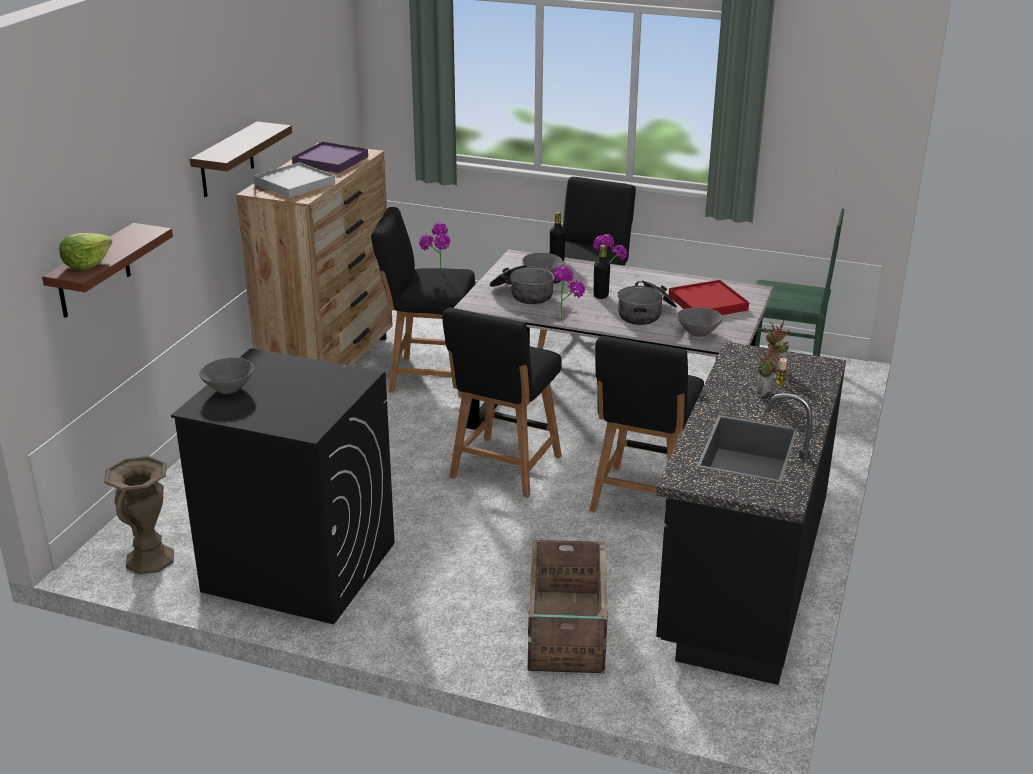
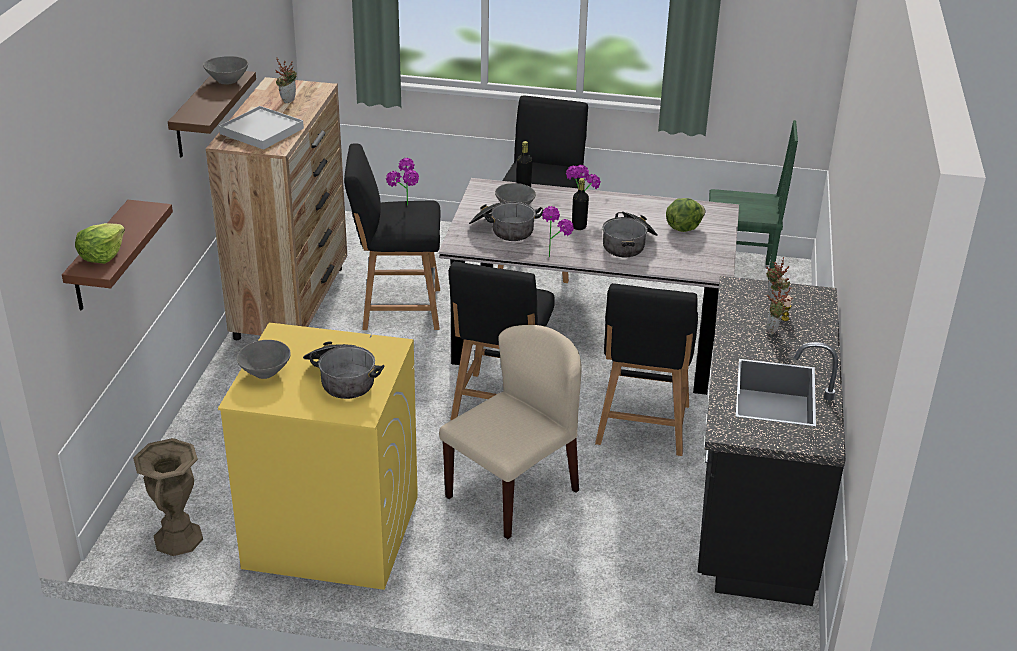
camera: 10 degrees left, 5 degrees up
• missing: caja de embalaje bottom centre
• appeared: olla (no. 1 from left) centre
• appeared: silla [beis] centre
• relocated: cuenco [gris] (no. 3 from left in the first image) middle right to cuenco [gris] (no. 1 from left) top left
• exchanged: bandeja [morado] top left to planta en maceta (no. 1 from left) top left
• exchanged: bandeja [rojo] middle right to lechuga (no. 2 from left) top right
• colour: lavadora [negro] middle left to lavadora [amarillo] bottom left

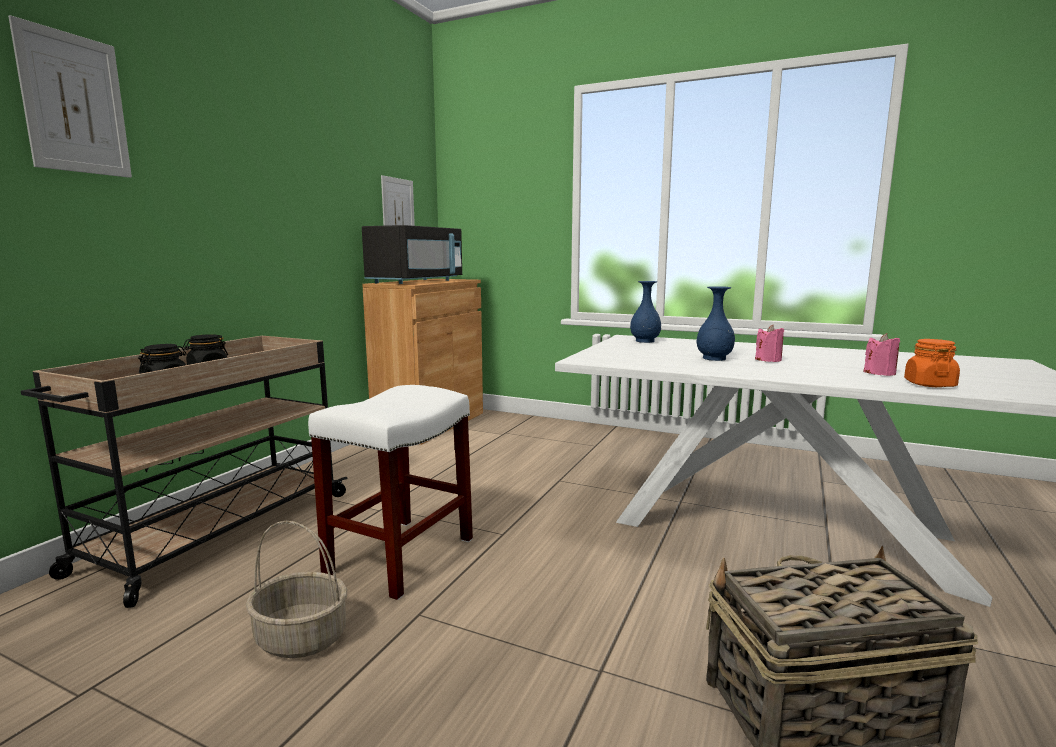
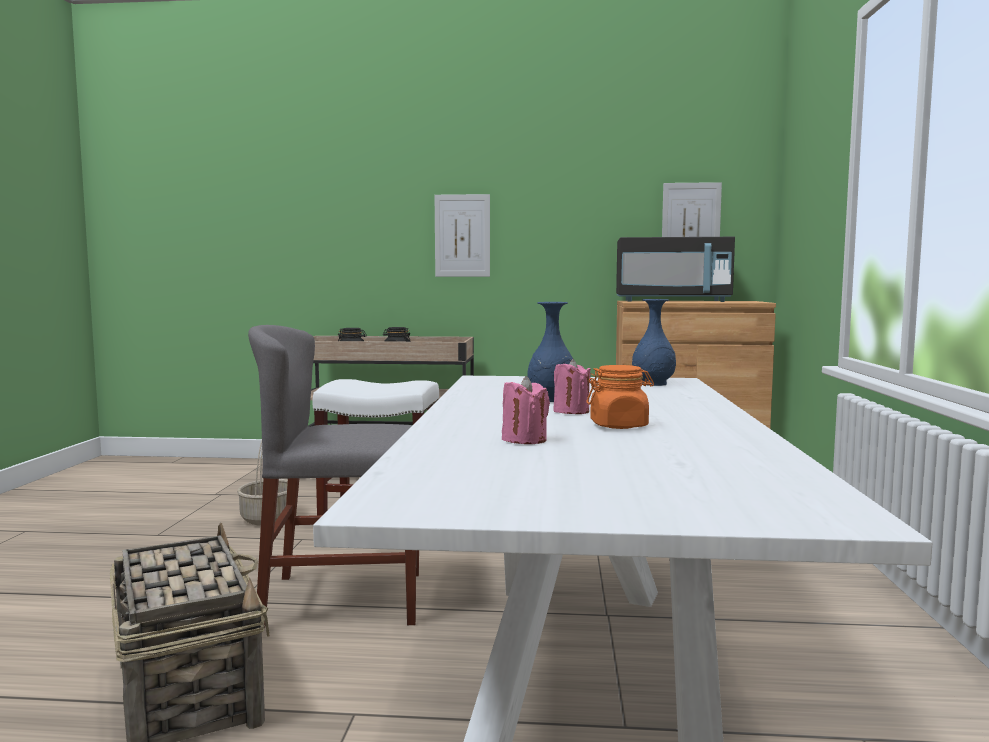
camera: 70 degrees right, 5 degrees down
• appeared: silla [gris] centre
• relocated: cuadro (no. 1 from left) top left to top centre
• relocated: tarro [naranja] middle right to centre

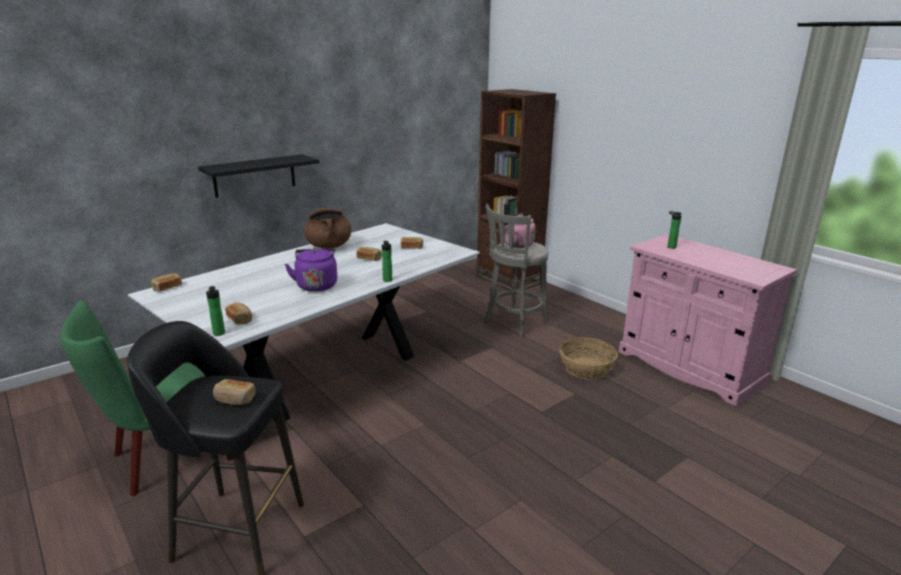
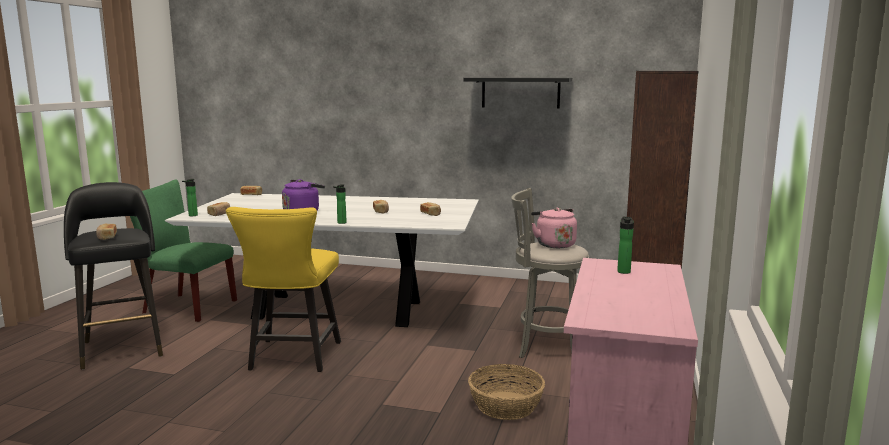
camera: 55 degrees right, 10 degrees down
• missing: olla [marrón] centre
• appeared: silla [amarillo] middle left
• relocated: estante [negro] top left to top centre

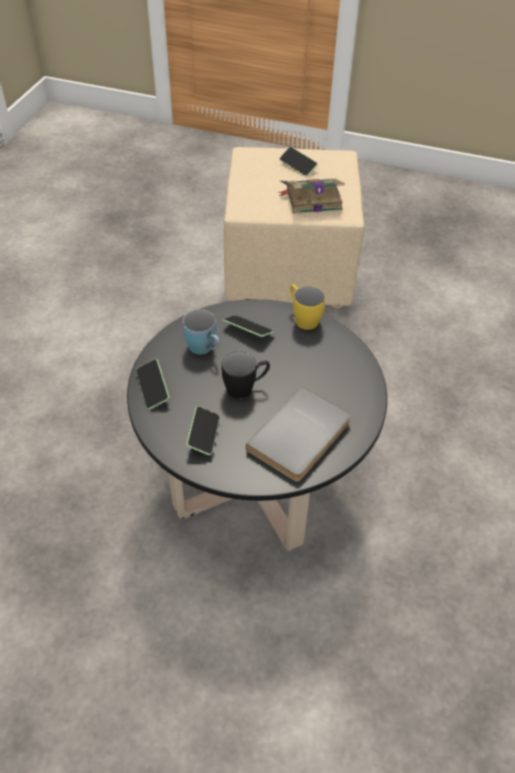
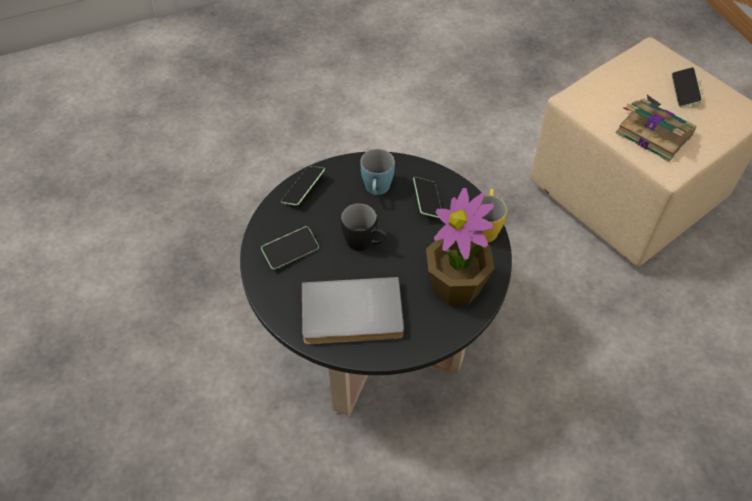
camera: 50 degrees right, 5 degrees up
• appeared: planta en maceta centre

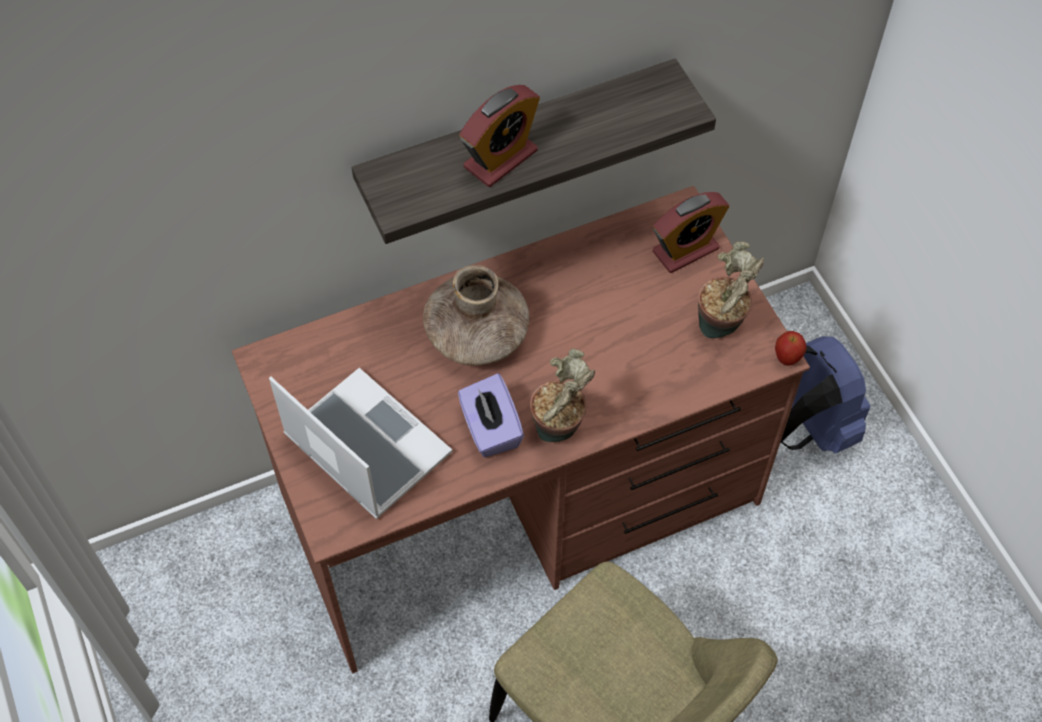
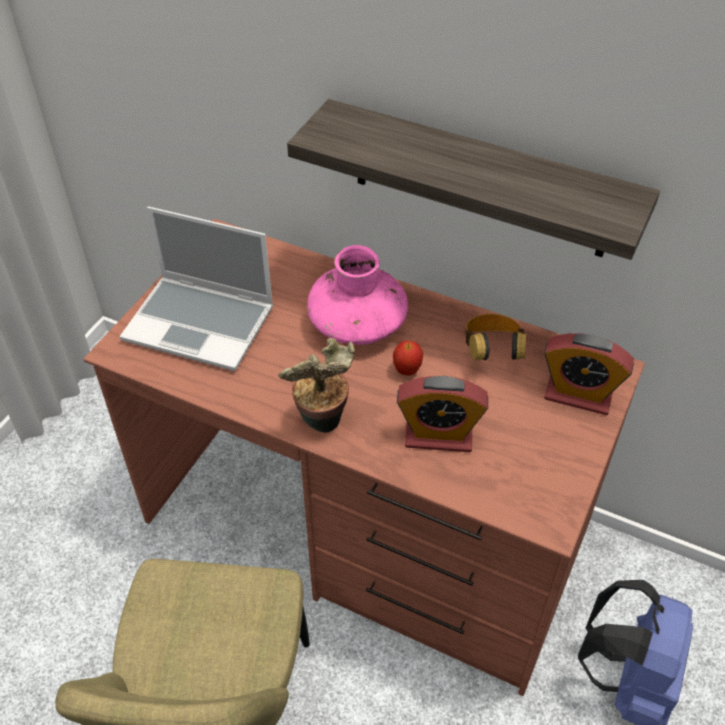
camera: 50 degrees right, 10 degrees down
• missing: caja de pañuelos [morado] centre
• missing: planta en maceta (no. 2 from left) middle right
• appeared: auriculares middle right
• relocated: despertador (no. 1 from left) top centre to centre
• relocated: manzana middle right to centre
• colour: florero [marrón] centre to florero [rosa] centre
• spun: portátil centre = middle left 105 degrees clockwise

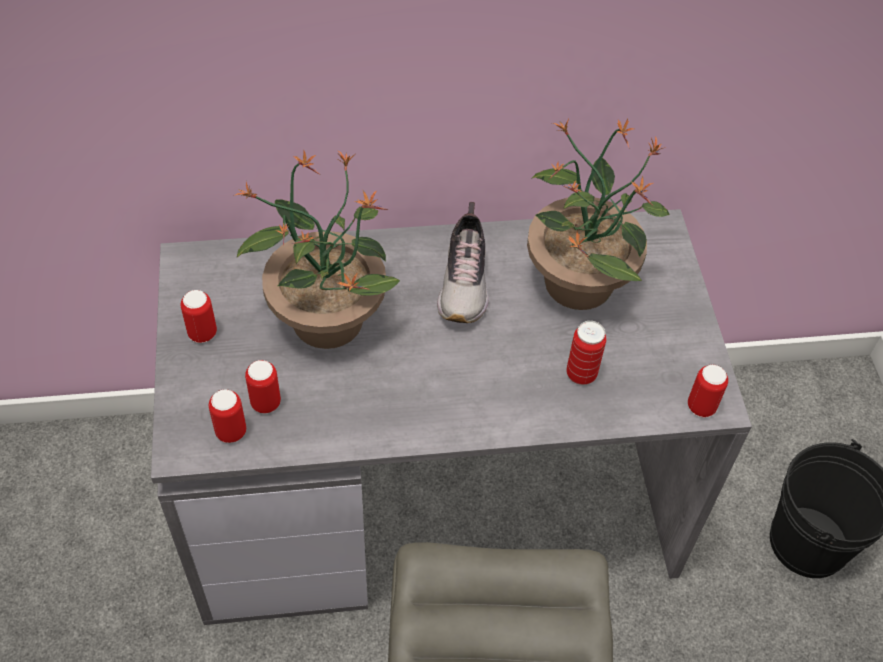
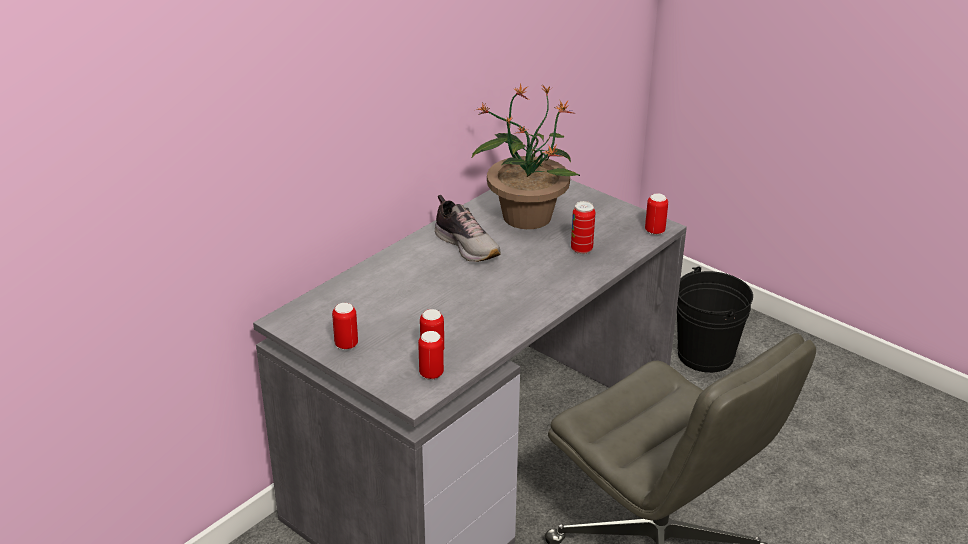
camera: 40 degrees left, 20 degrees down
• missing: planta en maceta (no. 1 from left) centre

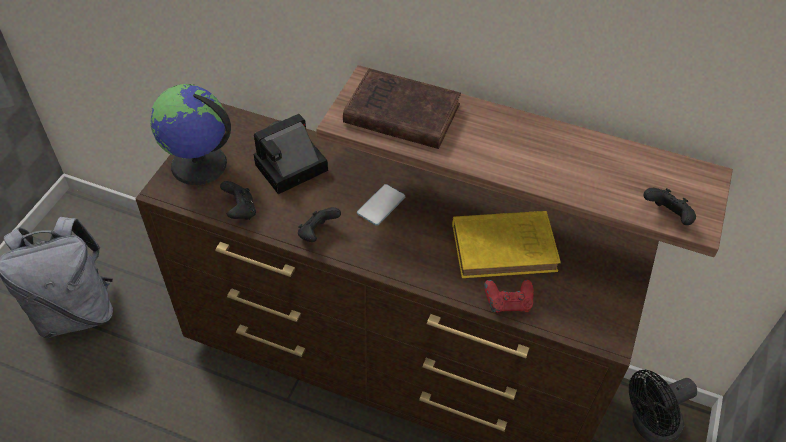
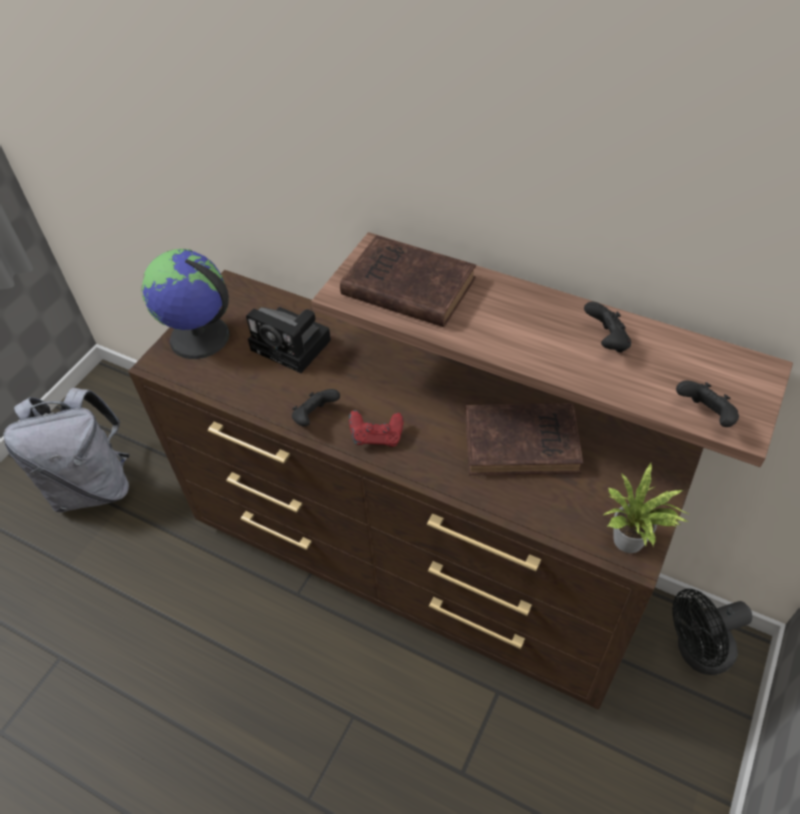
camera: 10 degrees right, 0 degrees up
• missing: móvil centre
• appeared: planta en maceta middle right
• relocated: mando de consola [negro] (no. 1 from left in the first image) middle left to mando de consola [negro] (no. 2 from left) middle right
• relocated: mando de consola [rojo] bottom centre to centre
• colour: libro [amarillo] centre to libro [marrón] (no. 2 from left) centre
• spun: cámara centre = centre 120 degrees counterclockwise

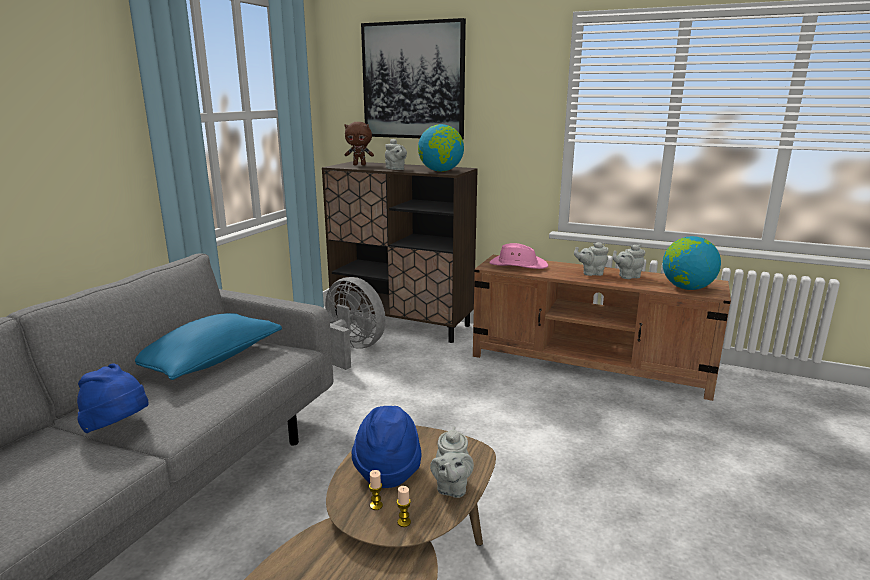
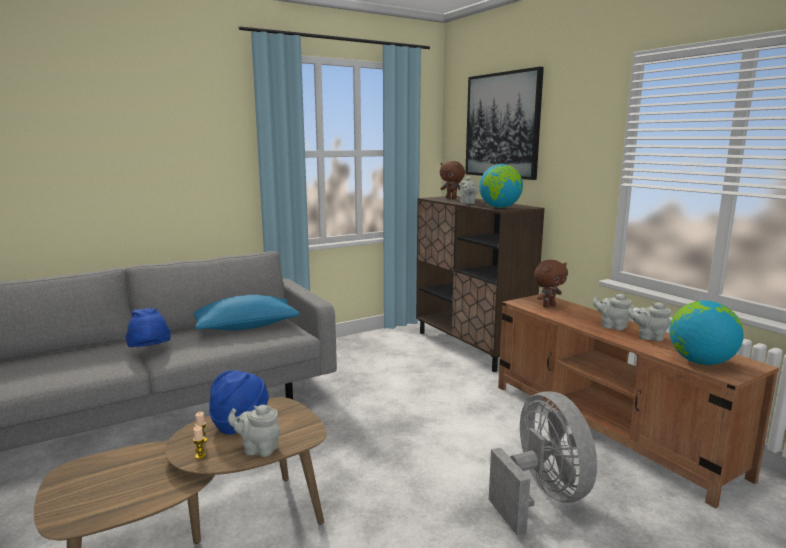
camera: 35 degrees right, 5 degrees down
• relocated: ventilador [gris] centre to bottom right
• exchanged: sombrero [rosa] centre to peluche [marrón] (no. 2 from left) middle right
• spun: tetera [gris] (no. 2 from left in the first image) bottom centre = bottom left 60 degrees clockwise

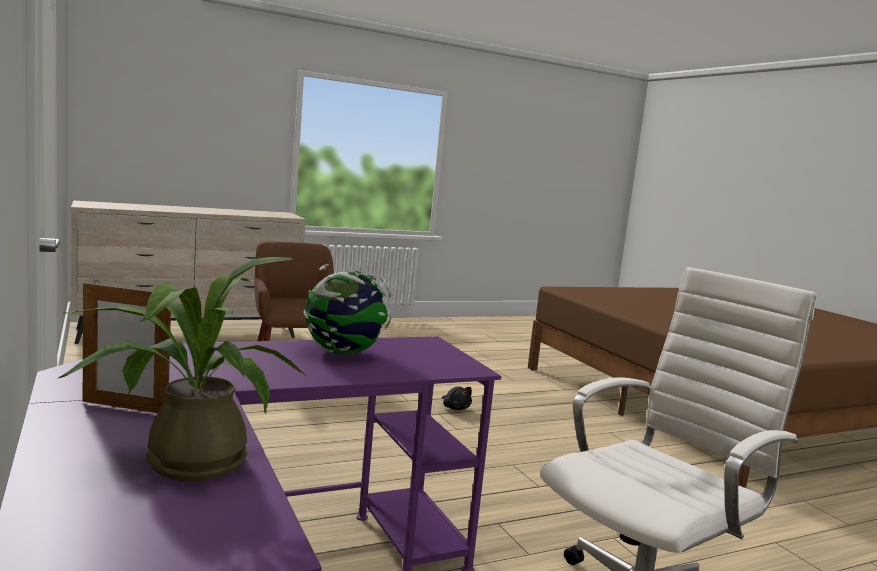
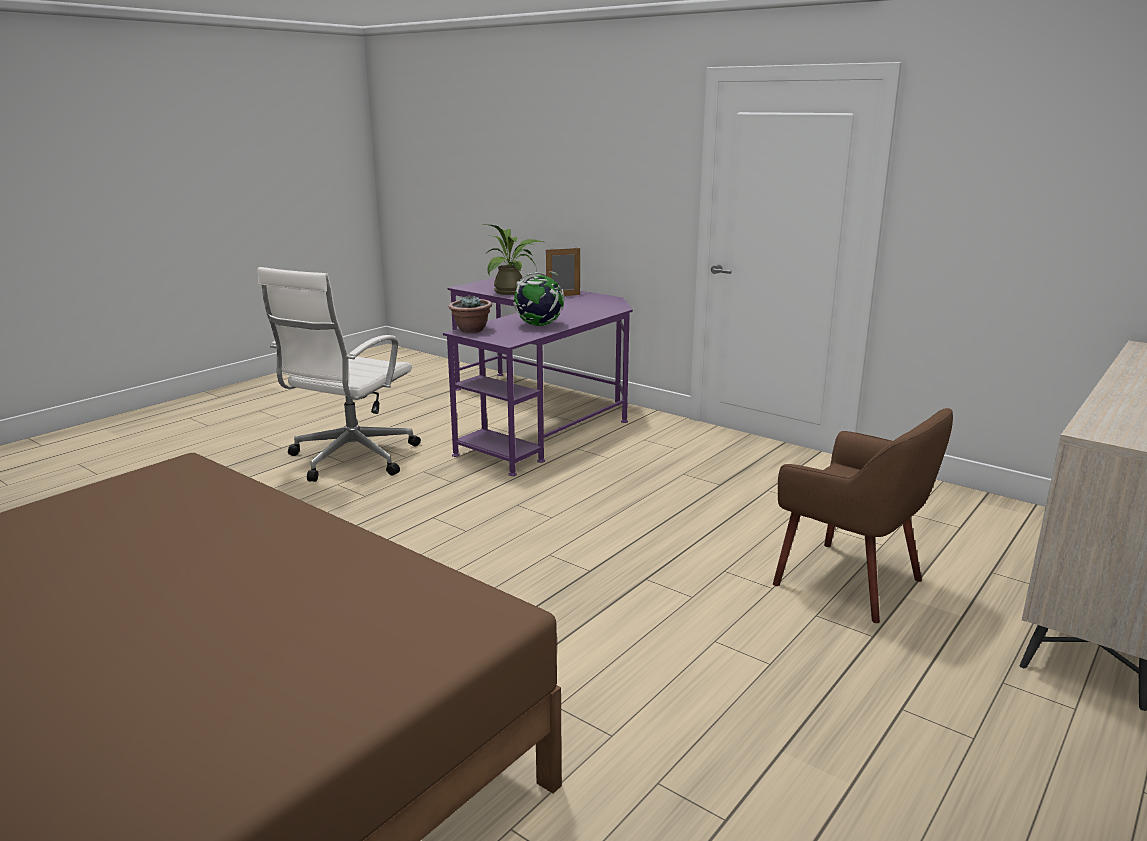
camera: 155 degrees right, 10 degrees up
• missing: peluche [negro] bottom centre
• appeared: planta en maceta (no. 1 from left) centre

